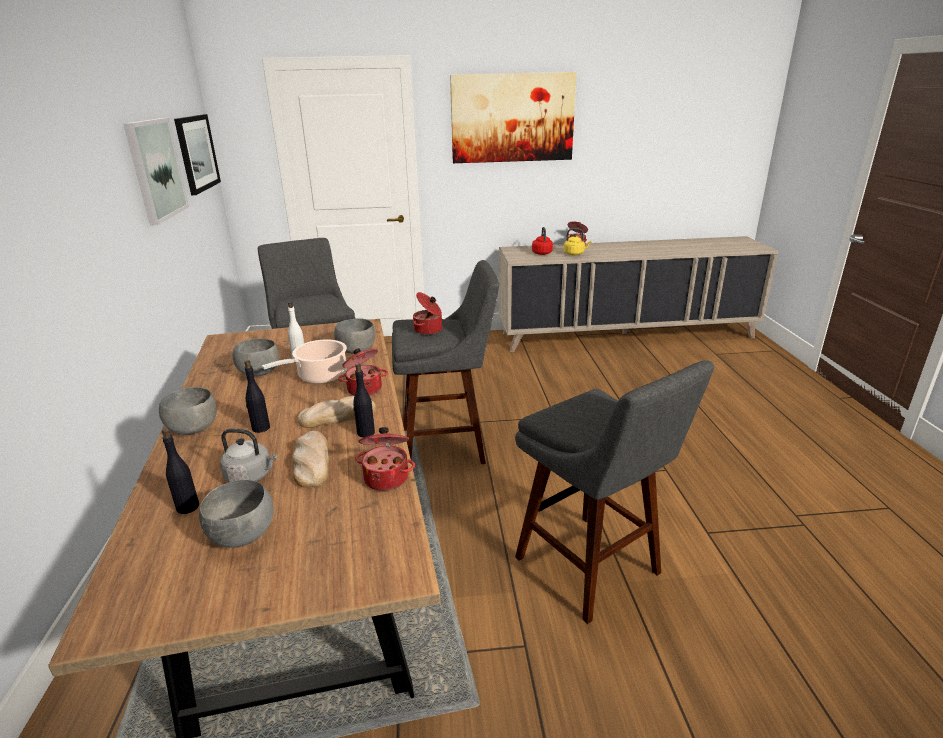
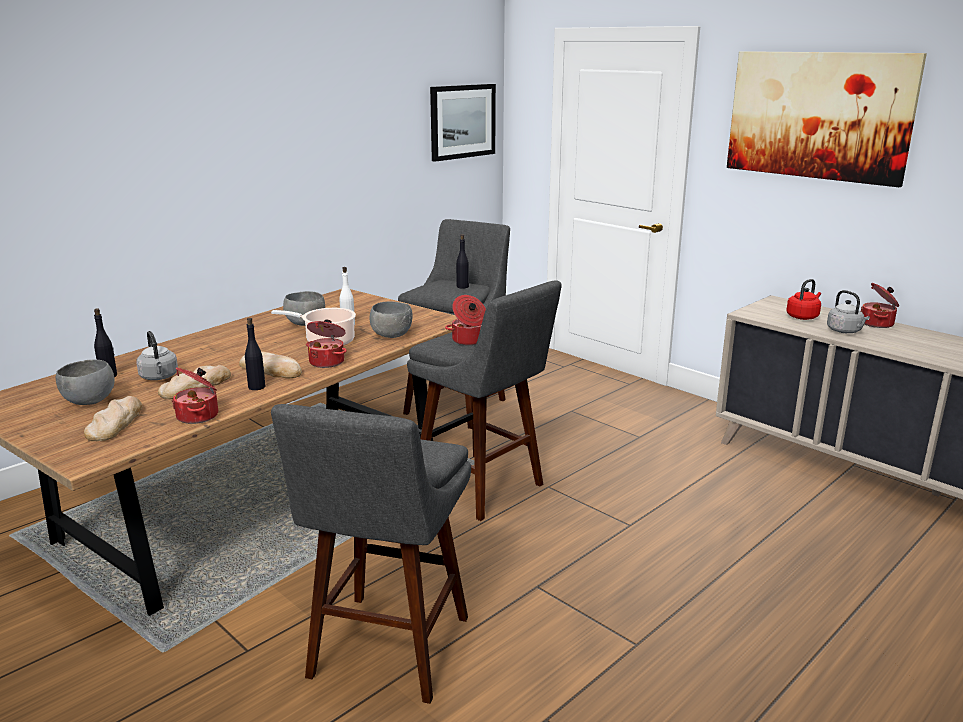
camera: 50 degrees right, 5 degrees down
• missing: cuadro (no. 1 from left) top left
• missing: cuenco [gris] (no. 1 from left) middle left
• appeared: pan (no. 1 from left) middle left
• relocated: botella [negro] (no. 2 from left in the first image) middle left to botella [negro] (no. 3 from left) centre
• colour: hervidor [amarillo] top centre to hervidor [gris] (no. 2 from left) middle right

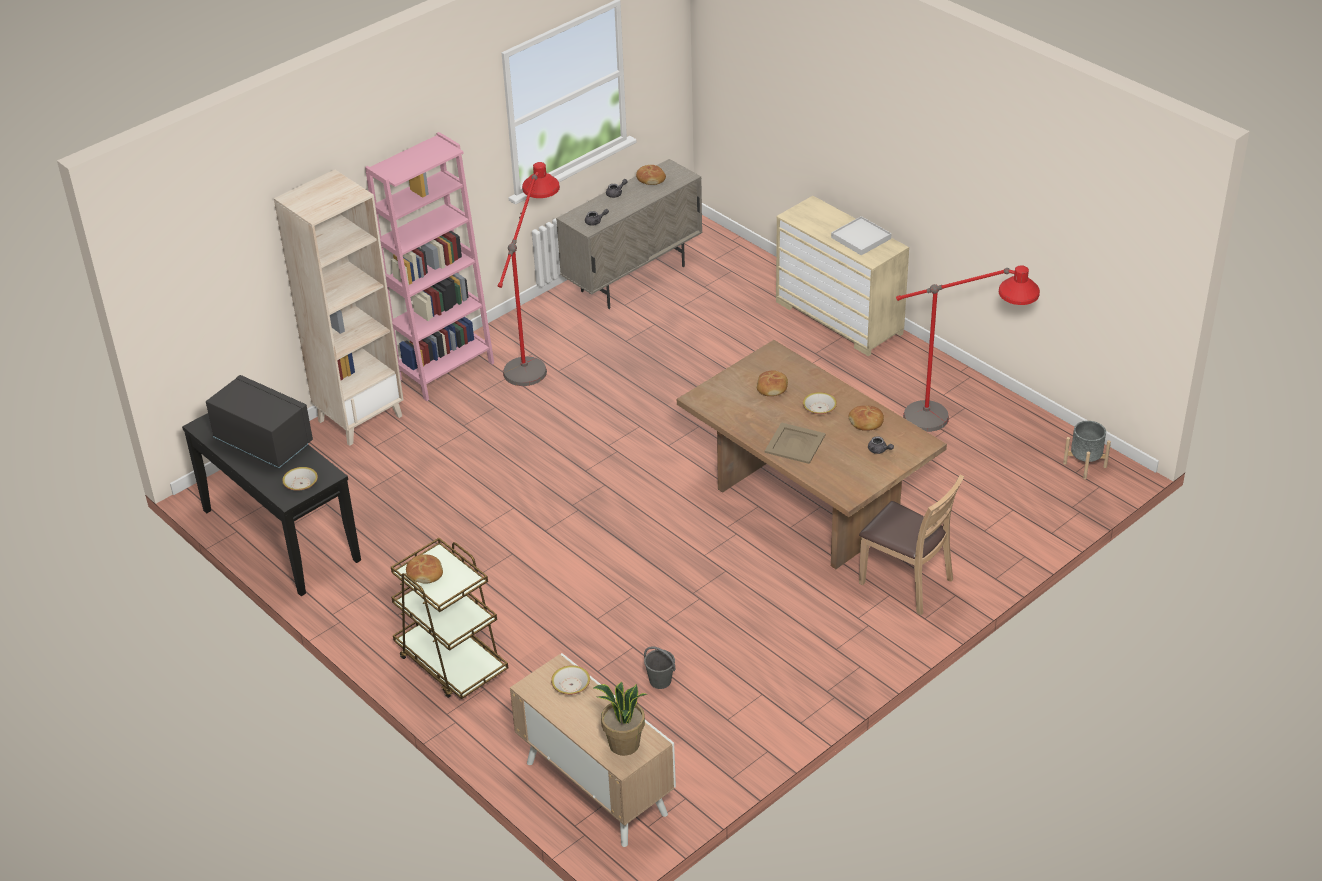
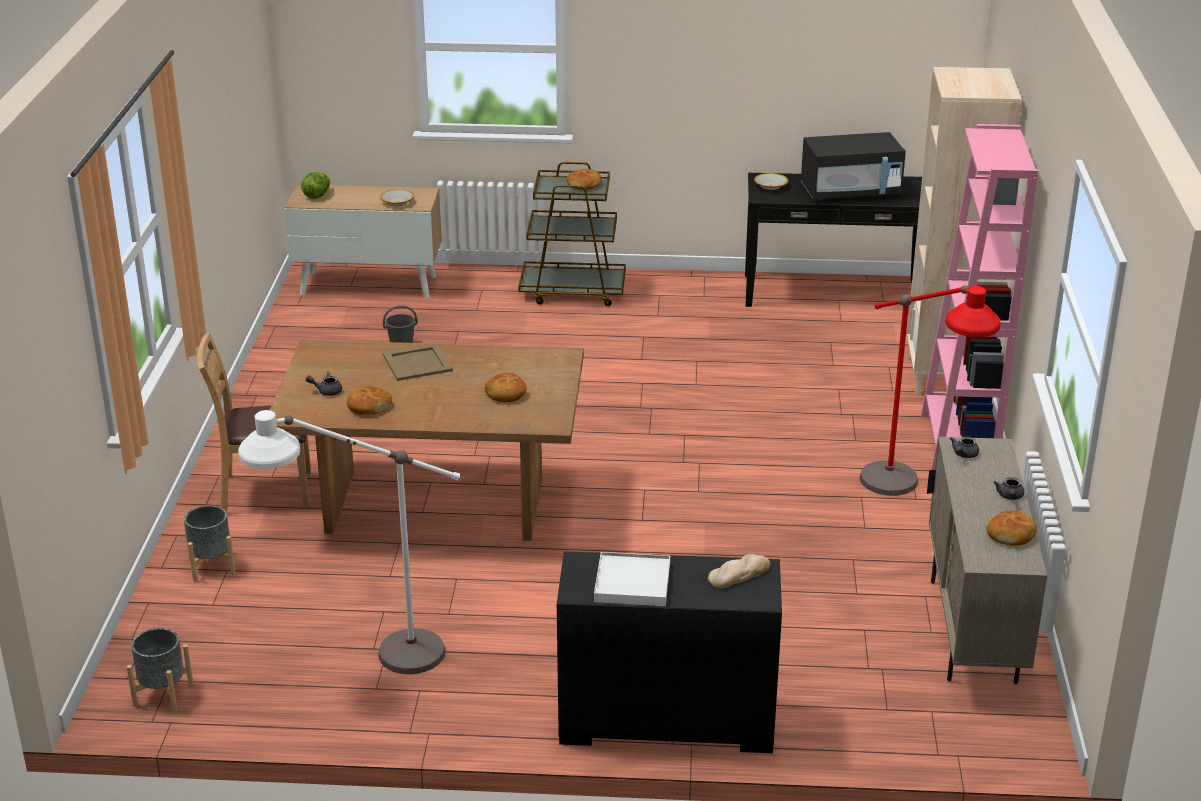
camera: 135 degrees right, 10 degrees down
• missing: cuenco (no. 3 from left) centre
• appeared: maceta [gris] (no. 2 from left) bottom left
• appeared: pan (no. 4 from left) bottom centre
• exchanged: planta en maceta bottom centre to lechuga top left
• colour: cómoda [beis] top centre to cómoda [negro] bottom centre
• colour: lámpara de pie [rojo] (no. 2 from left) middle right to lámpara de pie [blanco] bottom left

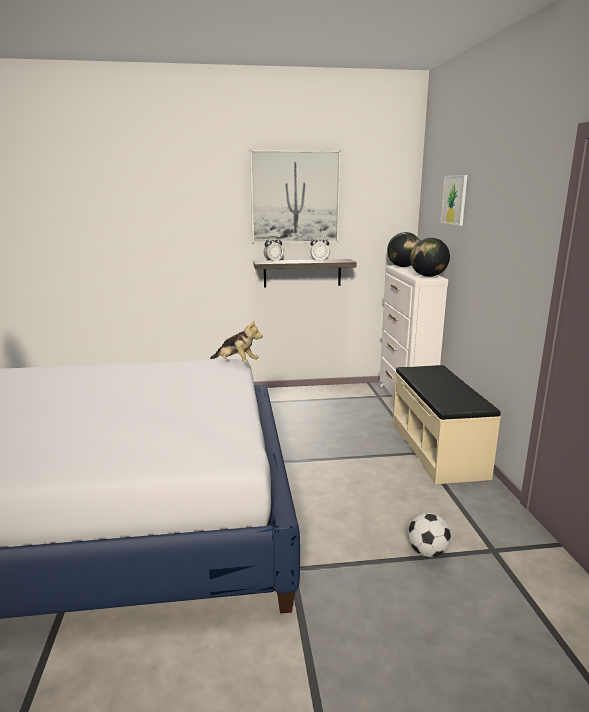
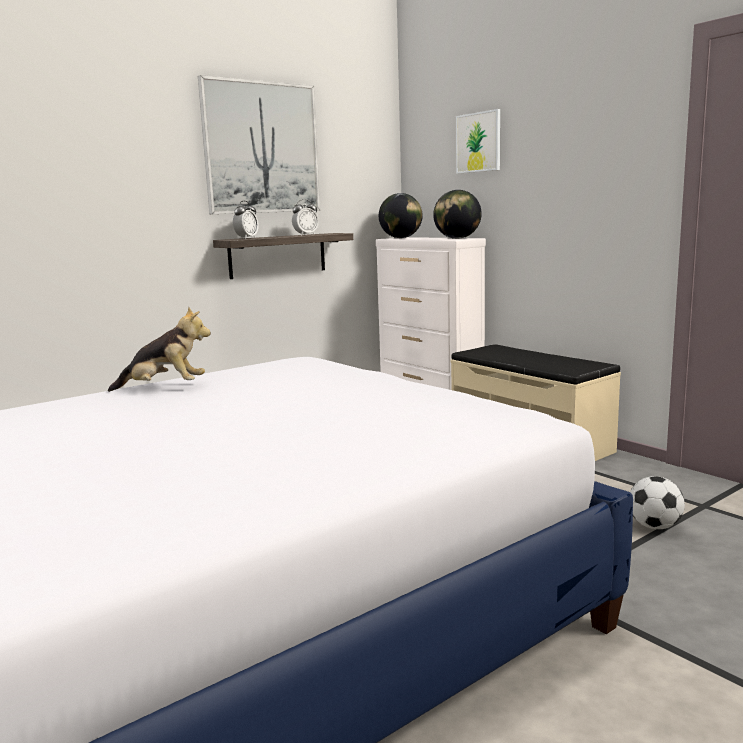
camera: 30 degrees left, 5 degrees down
• relocated: peluche centre to middle left

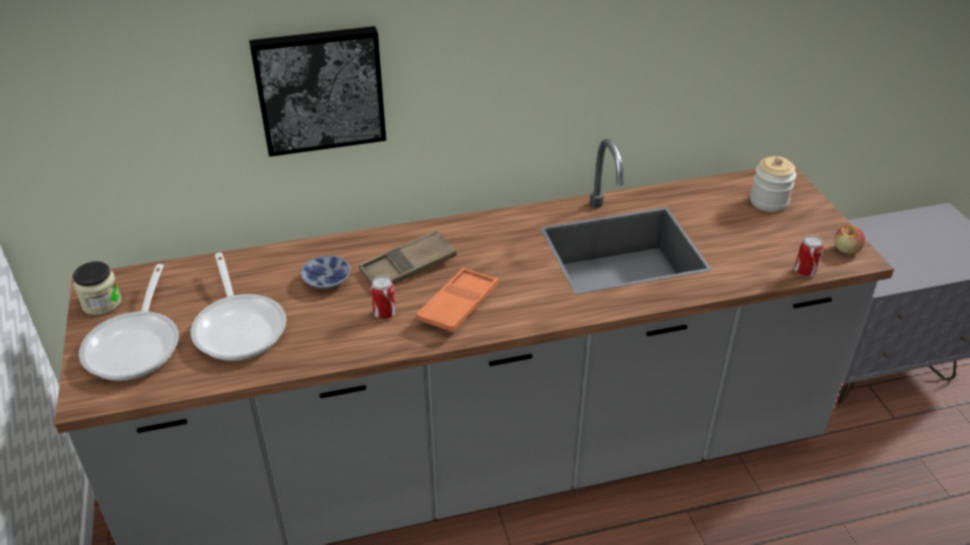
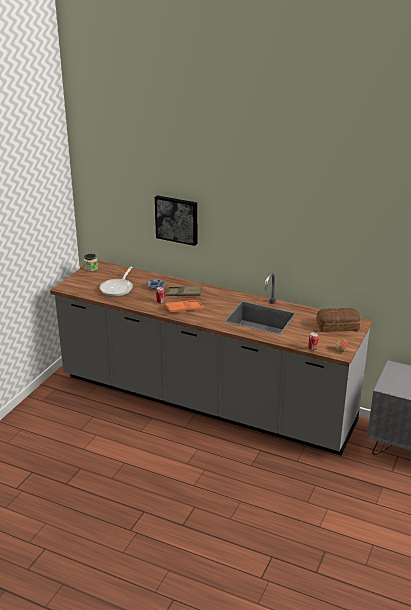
camera: 40 degrees right, 10 degrees down
• missing: sartén (no. 1 from left) middle left
• exchanged: tarro (no. 2 from left) middle right to pan middle right

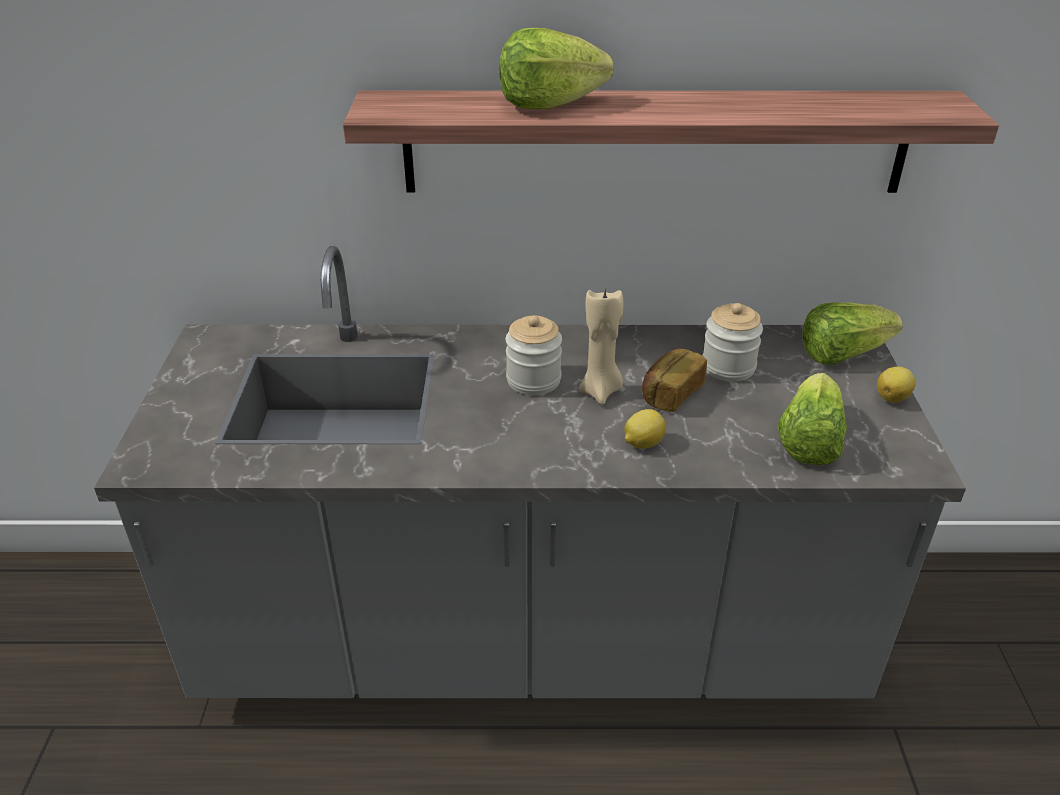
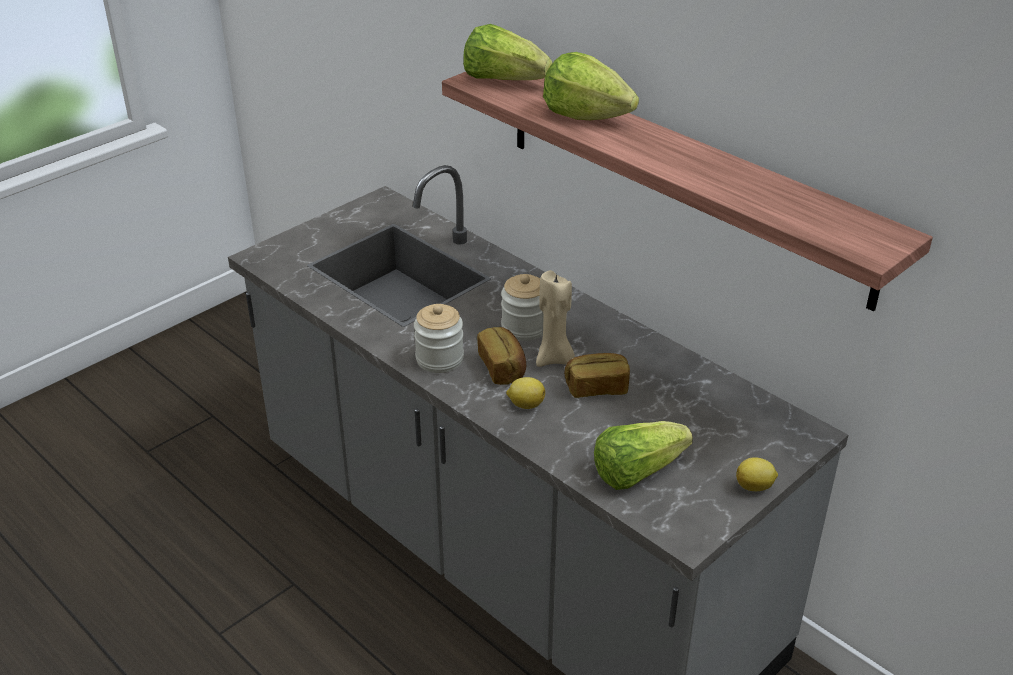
camera: 45 degrees right, 0 degrees up
• appeared: pan (no. 1 from left) centre
• relocated: tarro (no. 2 from left in the first image) middle right to tarro (no. 1 from left) centre
• relocated: lechuga (no. 3 from left in the first image) middle right to lechuga (no. 1 from left) top centre

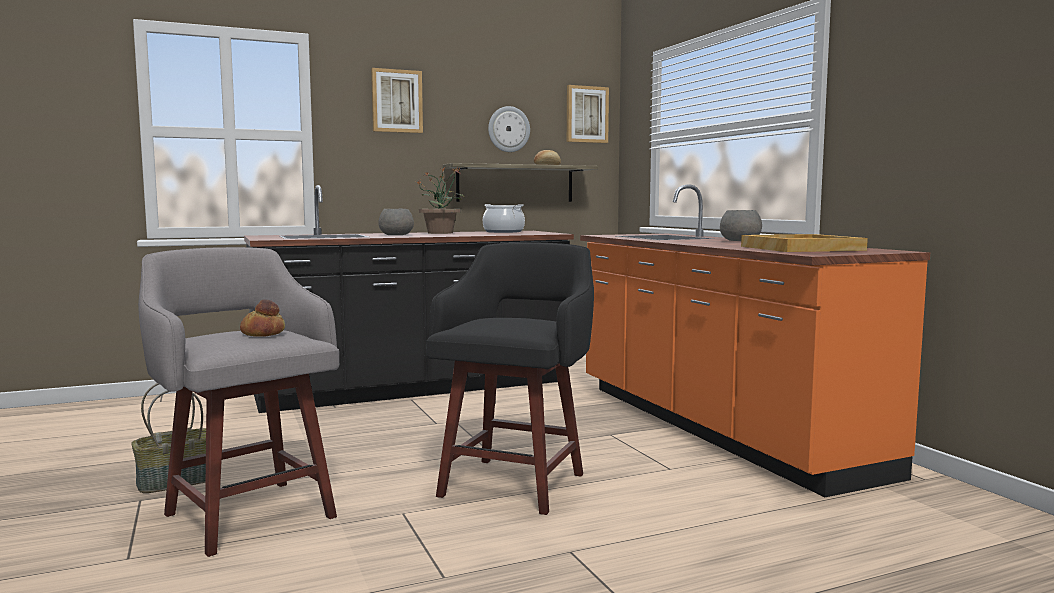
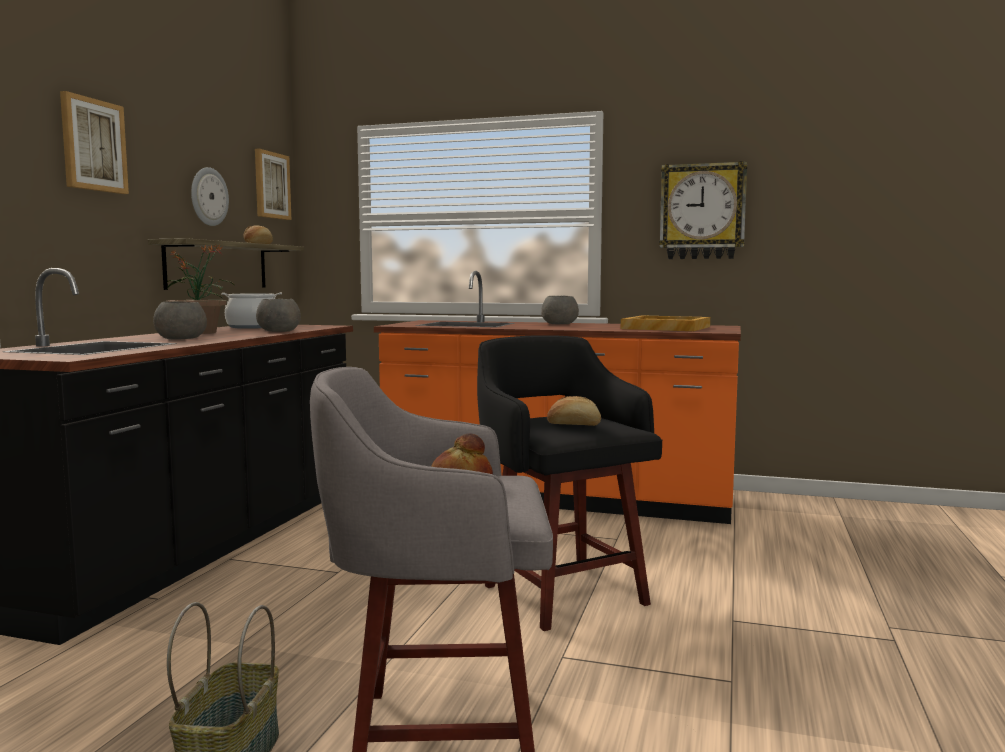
camera: 50 degrees left, 0 degrees up
• appeared: cuenco [gris] (no. 2 from left) middle left
• appeared: pan (no. 3 from left) centre
• appeared: reloj de pared (no. 2 from left) top right

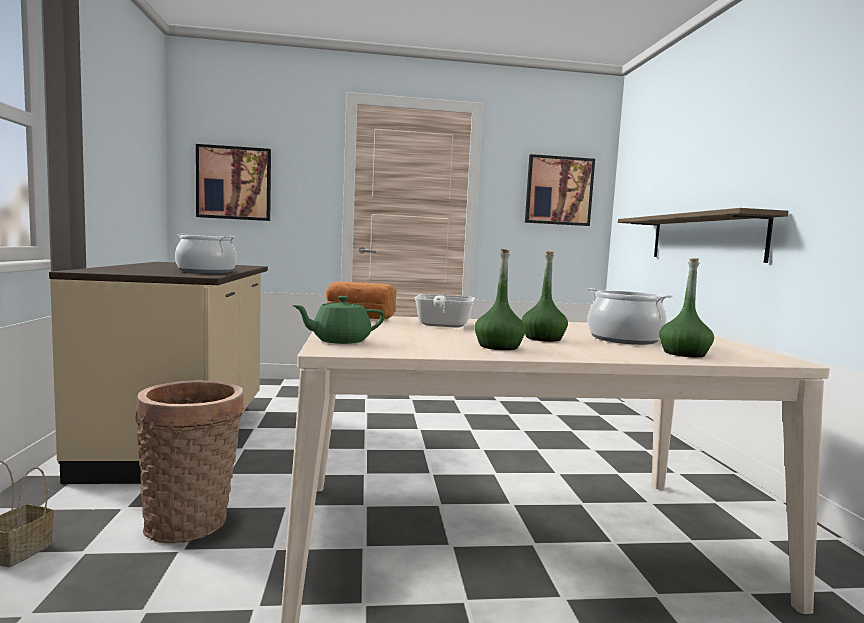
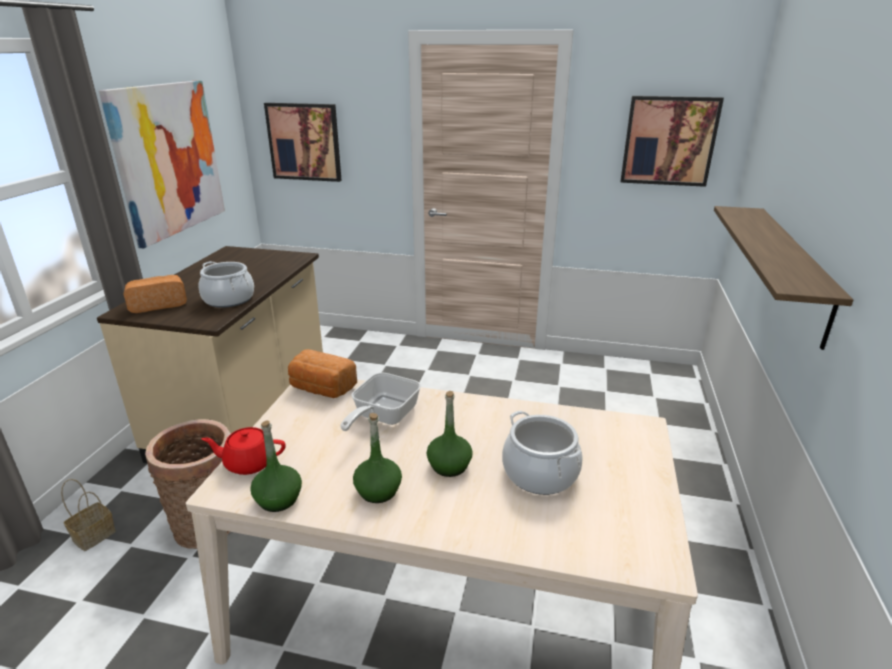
camera: 20 degrees right, 20 degrees up
• appeared: cuadro (no. 1 from left) top left
• appeared: pan (no. 1 from left) middle left
• relocated: botella [verde] (no. 3 from left in the first image) middle right to botella [verde] (no. 1 from left) bottom left
• colour: tetera [verde] centre to tetera [rojo] bottom left

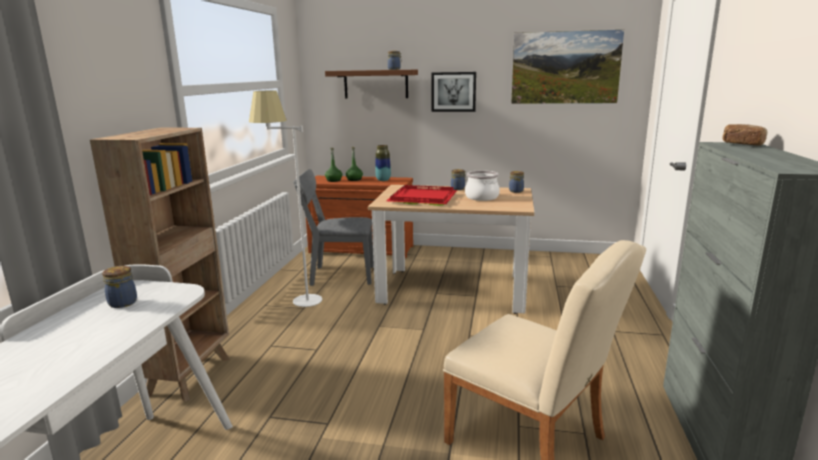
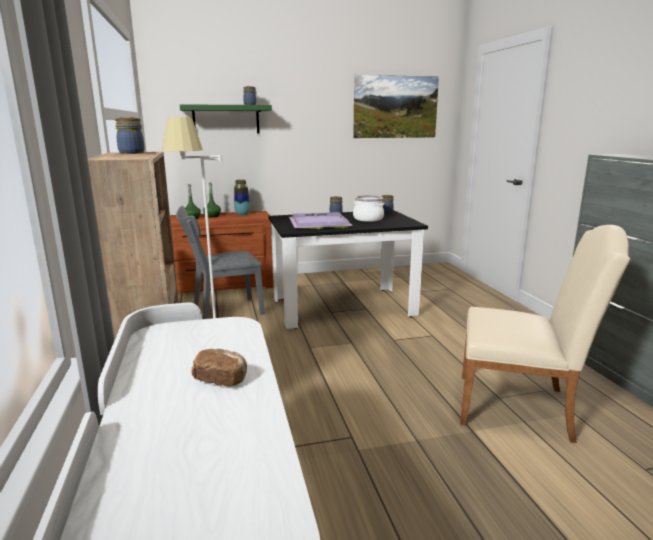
camera: 25 degrees left, 0 degrees up
• missing: cuadro (no. 1 from left) top centre
• relocated: tarro (no. 1 from left) middle left to top left
• relocated: pan top right to bottom centre
• colour: estante [marrón] top centre to estante [verde] top centre
• colour: mesa de comedor [beis] centre to mesa de comedor [negro] centre
• colour: bandeja [rojo] centre to bandeja [morado] centre

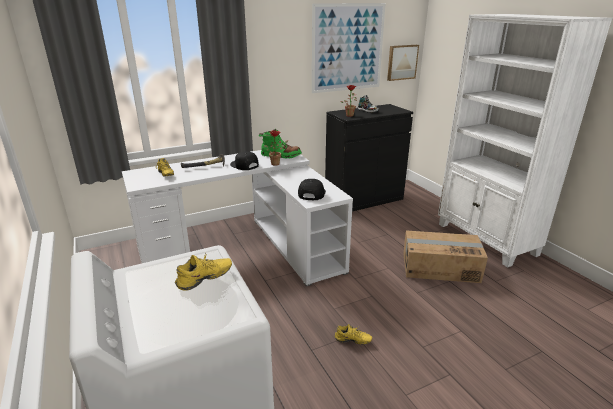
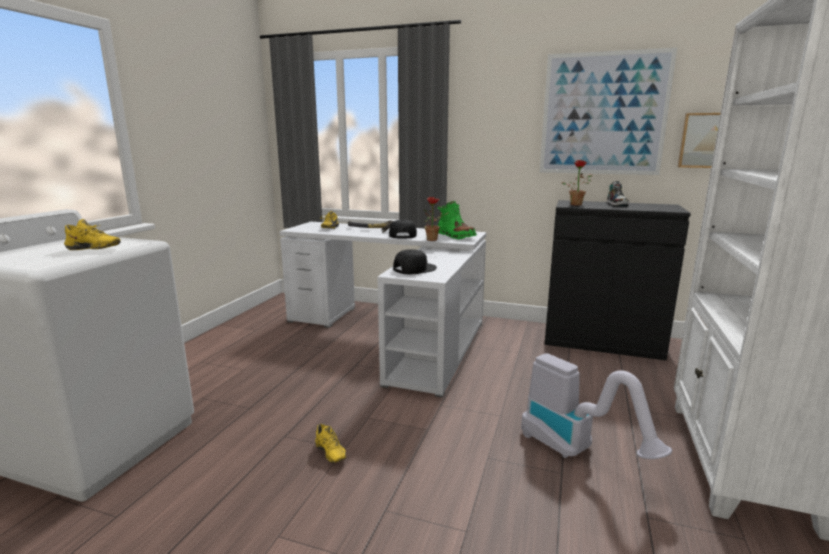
camera: 45 degrees right, 10 degrees down
• exchanged: caja de cartón middle right to aspiradora bottom right

